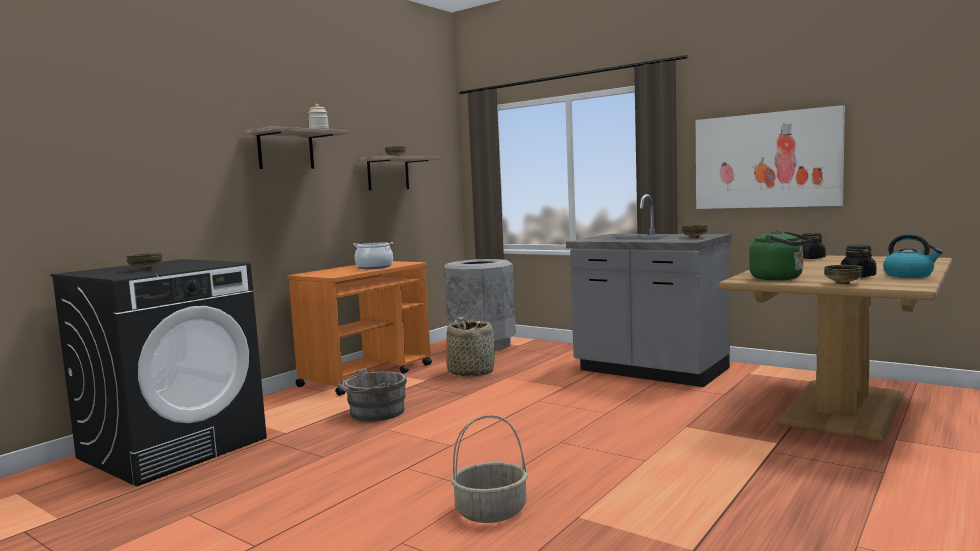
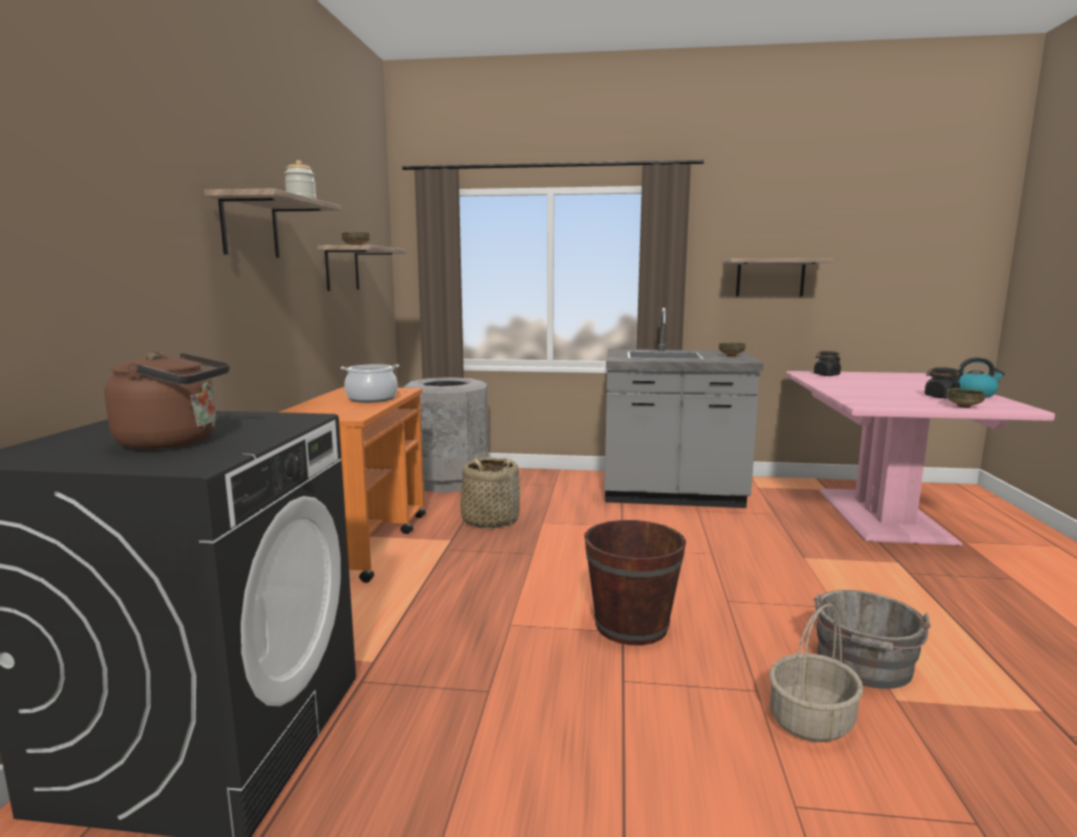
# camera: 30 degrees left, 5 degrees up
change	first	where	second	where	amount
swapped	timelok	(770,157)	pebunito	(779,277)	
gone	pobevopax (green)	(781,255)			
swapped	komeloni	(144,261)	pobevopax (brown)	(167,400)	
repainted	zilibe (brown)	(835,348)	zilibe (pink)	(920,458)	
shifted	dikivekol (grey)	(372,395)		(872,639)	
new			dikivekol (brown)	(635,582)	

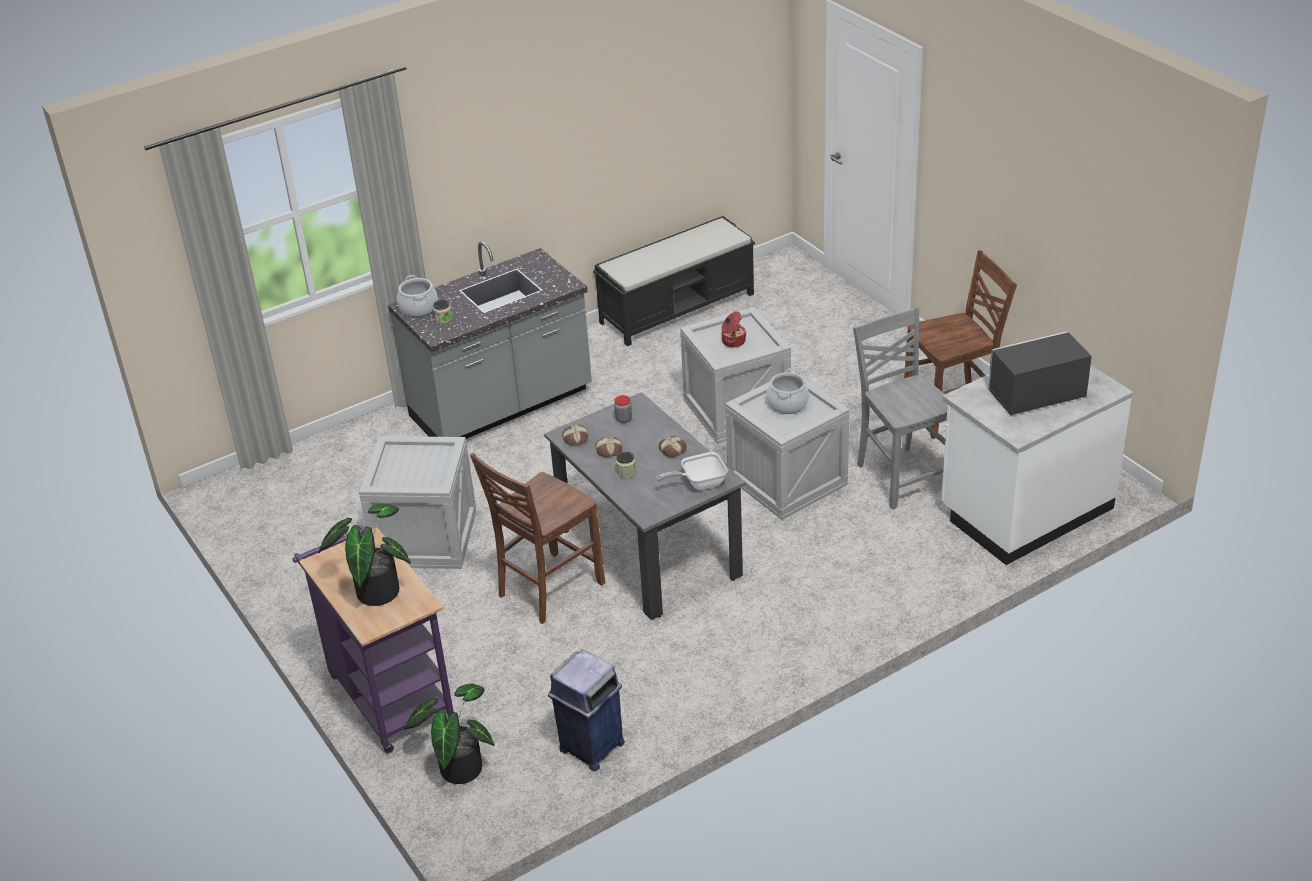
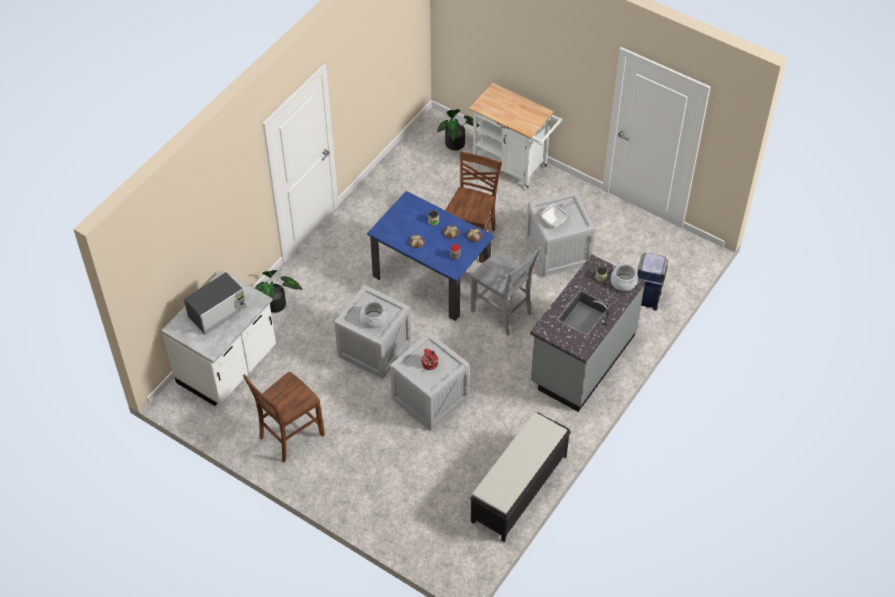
# camera: 155 degrees right, 15 degrees up
change	first	where	second	where	amount
shifted	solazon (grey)	(900,408)		(506,291)	
repainted	zilibe (grey)	(645,506)	zilibe (blue)	(430,256)	
shifted	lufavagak	(692,471)		(558,214)	
shifted	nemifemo	(365,554)		(279,291)	
repainted	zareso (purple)	(373,639)	zareso (white)	(516,136)	
shifted	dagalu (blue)	(586,710)		(652,282)	

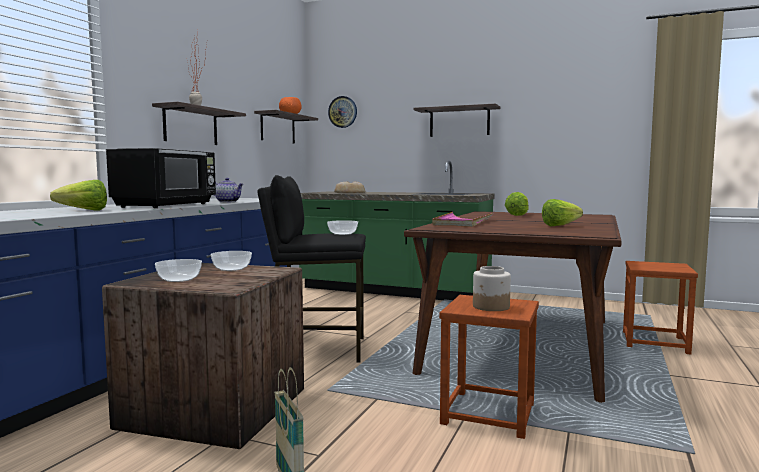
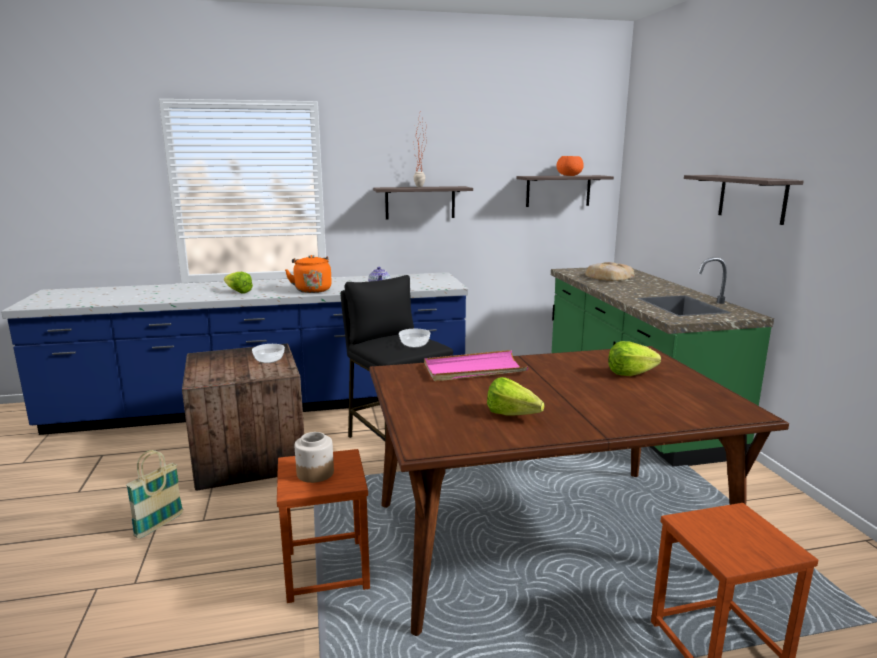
# camera: 55 degrees right, 10 degrees up
change	first	where	second	where	amount
gone	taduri	(342,112)			
swapped	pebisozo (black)	(161,178)	pobevopax (orange)	(308,274)	
gone	komeloni	(178,270)			

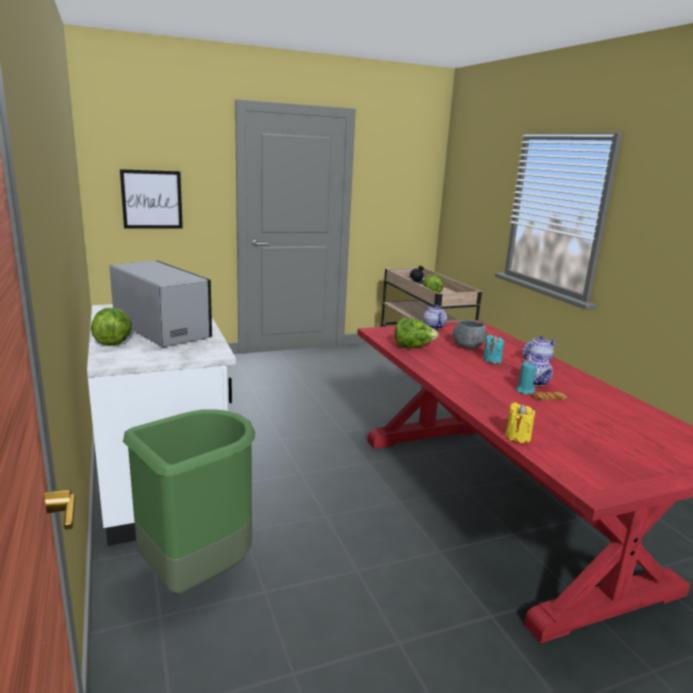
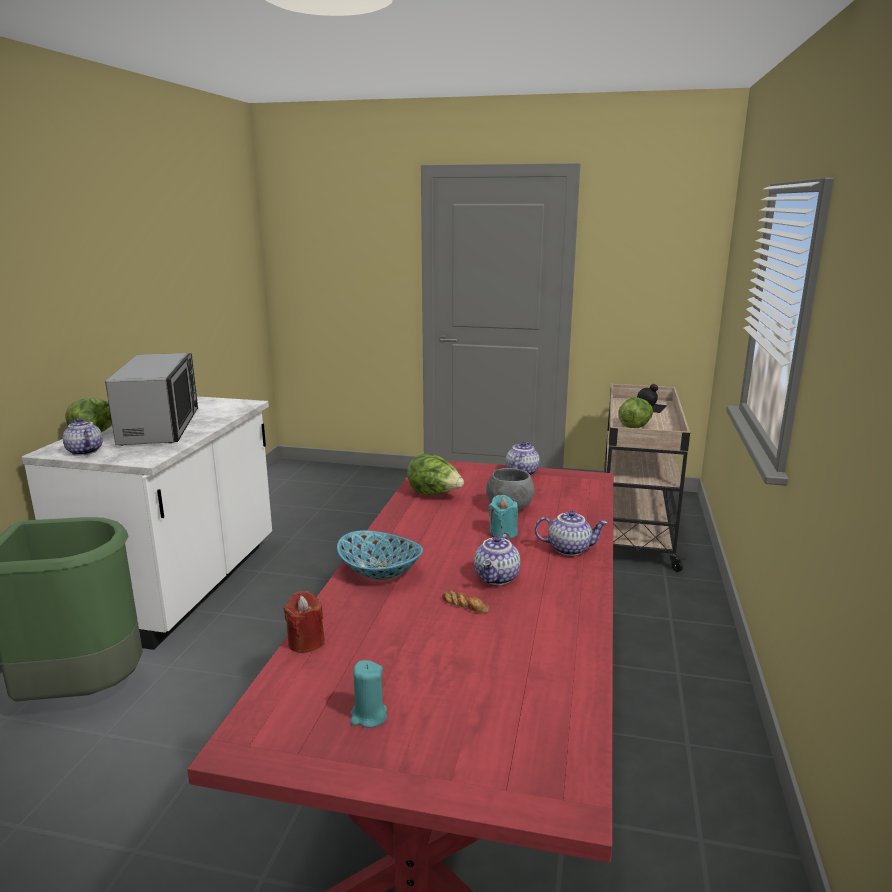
# camera: 35 degrees right, 0 degrees up
change	first	where	second	where	amount
gone	timelok	(151,198)			
shifted	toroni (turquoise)	(526,378)		(368,694)	
repainted	toroni (yellow)	(520,422)	toroni (red)	(304,622)	
new			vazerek	(83,437)	
new			komeloni	(380,555)	

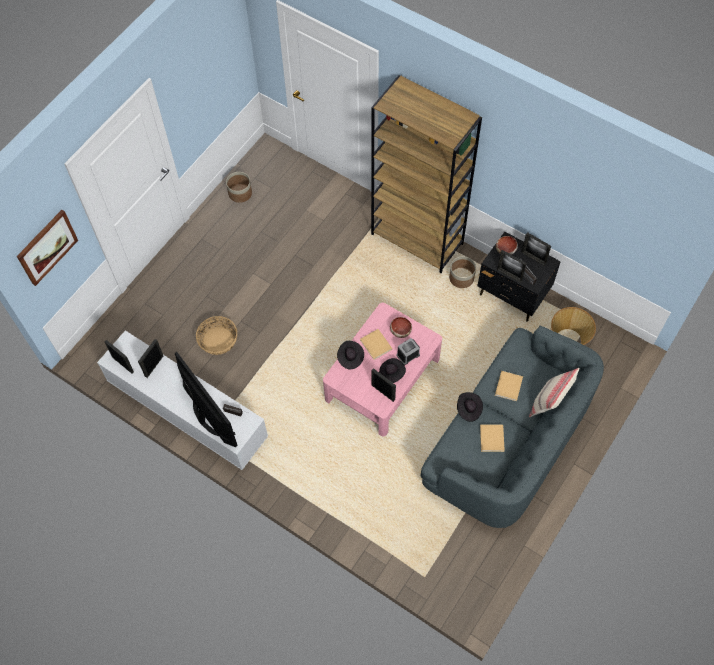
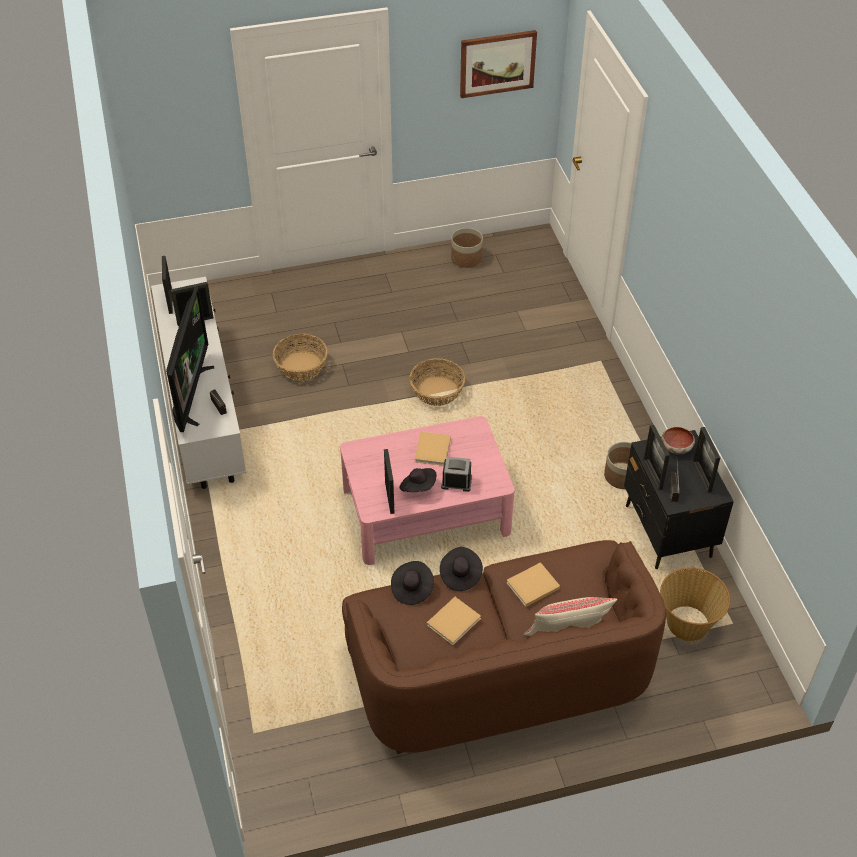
# camera: 40 degrees right, 15 degrees down
change	first	where	second	where	amount
gone	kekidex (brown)	(426,174)			
shifted	timelok	(47,248)		(498,64)	
gone	komeloni	(401,327)			
repainted	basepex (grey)	(512,427)	basepex (brown)	(504,647)	
shifted	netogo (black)	(350,355)		(412,583)	
new			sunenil	(437,382)	

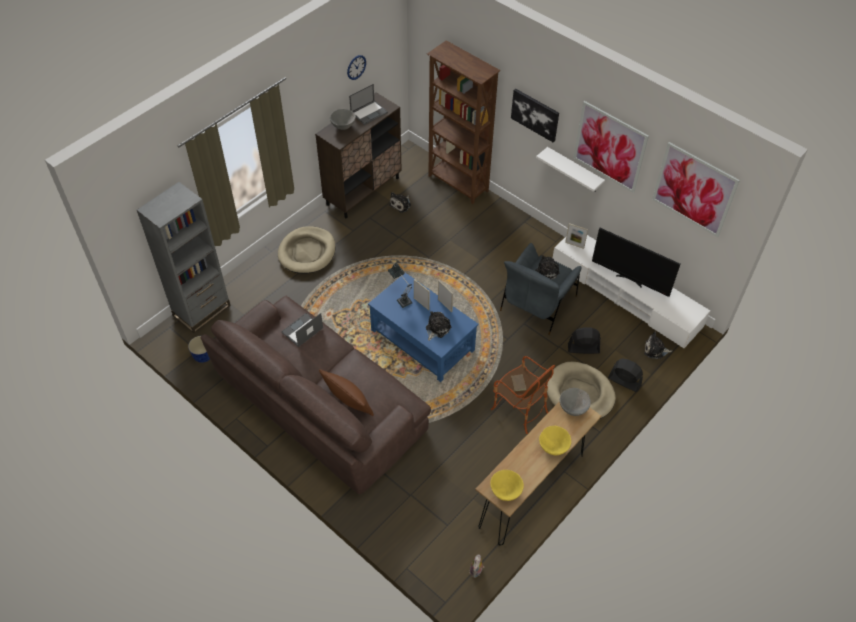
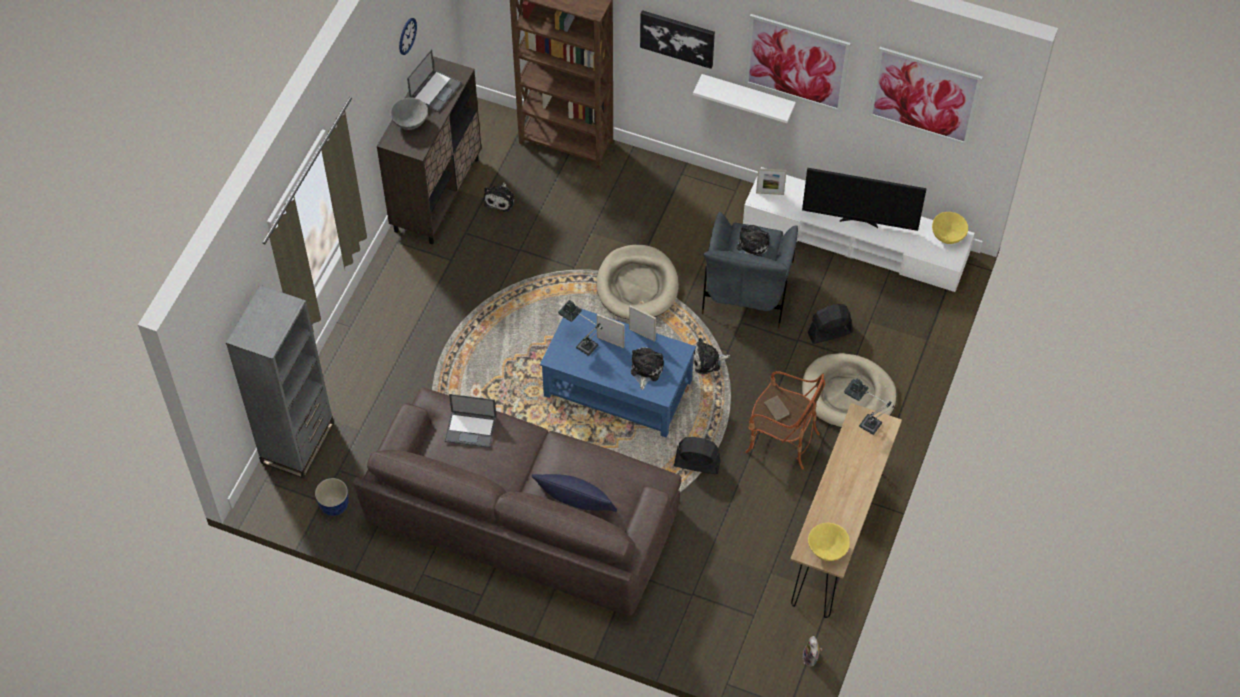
# camera: 20 degrees left, 5 degrees up
change	first	where	second	where	amount
shifted	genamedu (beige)	(307,250)		(638,282)	
rotated	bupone	(302,330)		(471,421)	105 degrees counterclockwise
shifted	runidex	(658,345)		(711,356)	
shifted	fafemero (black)	(625,375)		(697,455)	
repainted	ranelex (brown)	(346,392)	ranelex (blue)	(574,493)	
swapped	komeloni (grey)	(575,402)	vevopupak	(869,407)	
shifted	komeloni (yellow)	(555,440)		(950,228)	

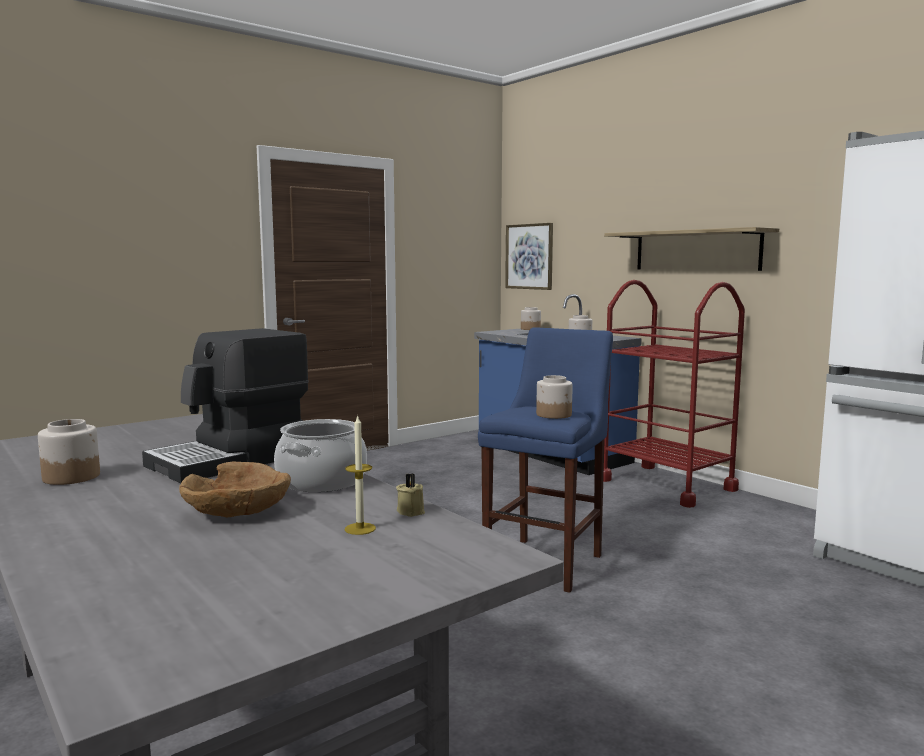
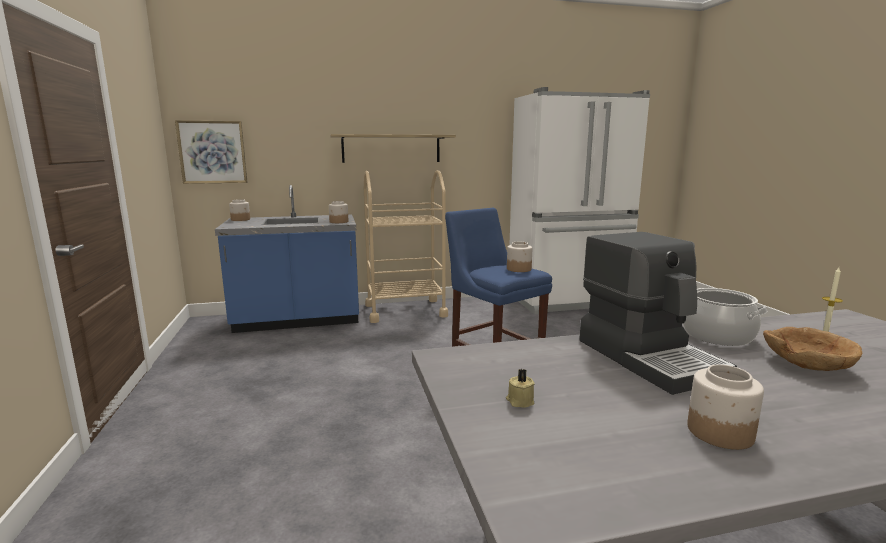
# camera: 65 degrees left, 5 degrees up
change	first	where	second	where	amount
repainted	zareso (red)	(674,394)	zareso (beige)	(406,246)	
shifted	toroni (beige)	(410,495)		(520,388)	

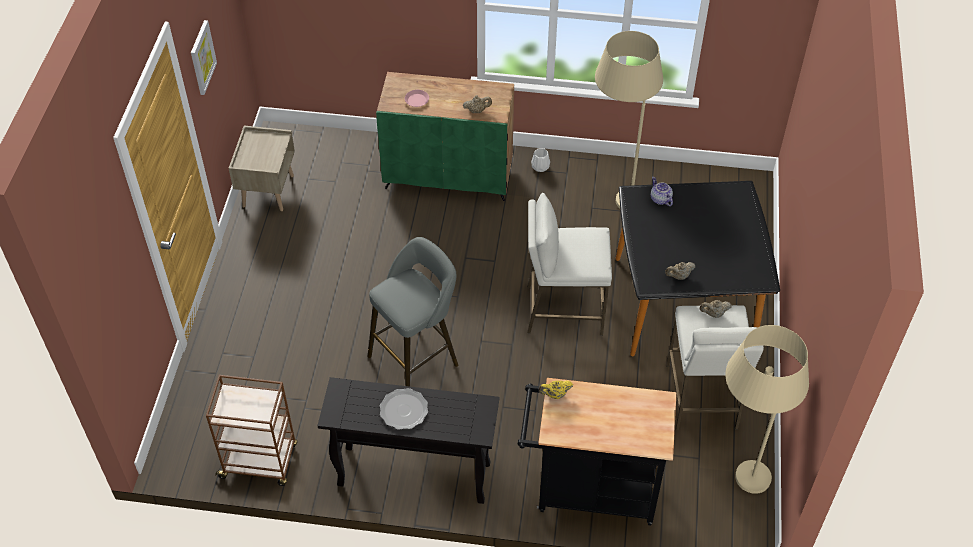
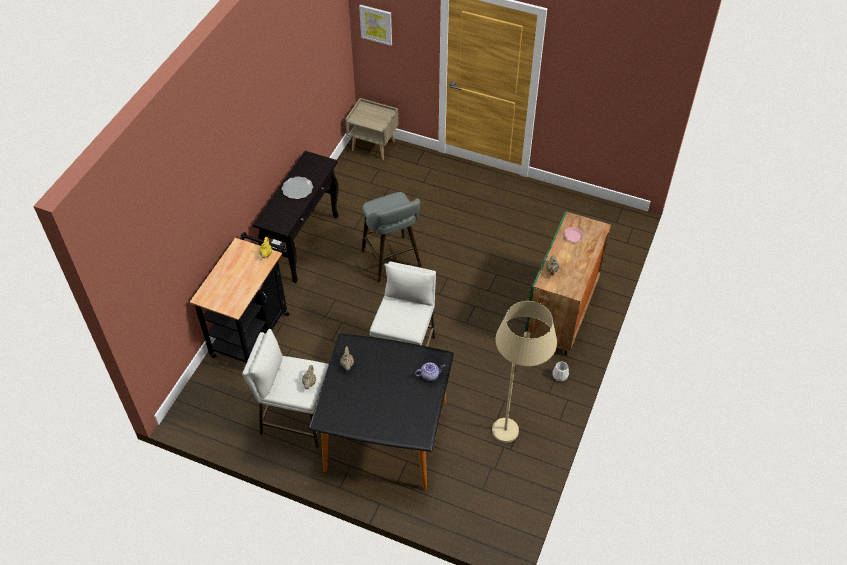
# camera: 105 degrees right, 0 degrees up
change	first	where	second	where	amount
shifted	timelok	(204,57)		(375,25)	
shifted	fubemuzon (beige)	(262,168)		(372,129)	
gone	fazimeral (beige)	(767,409)			
gone	zareso (brown)	(251,430)			

